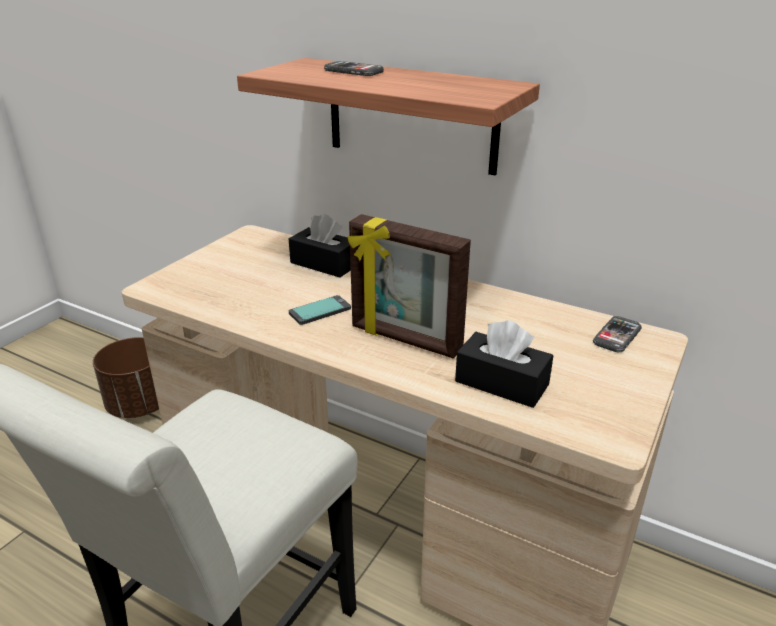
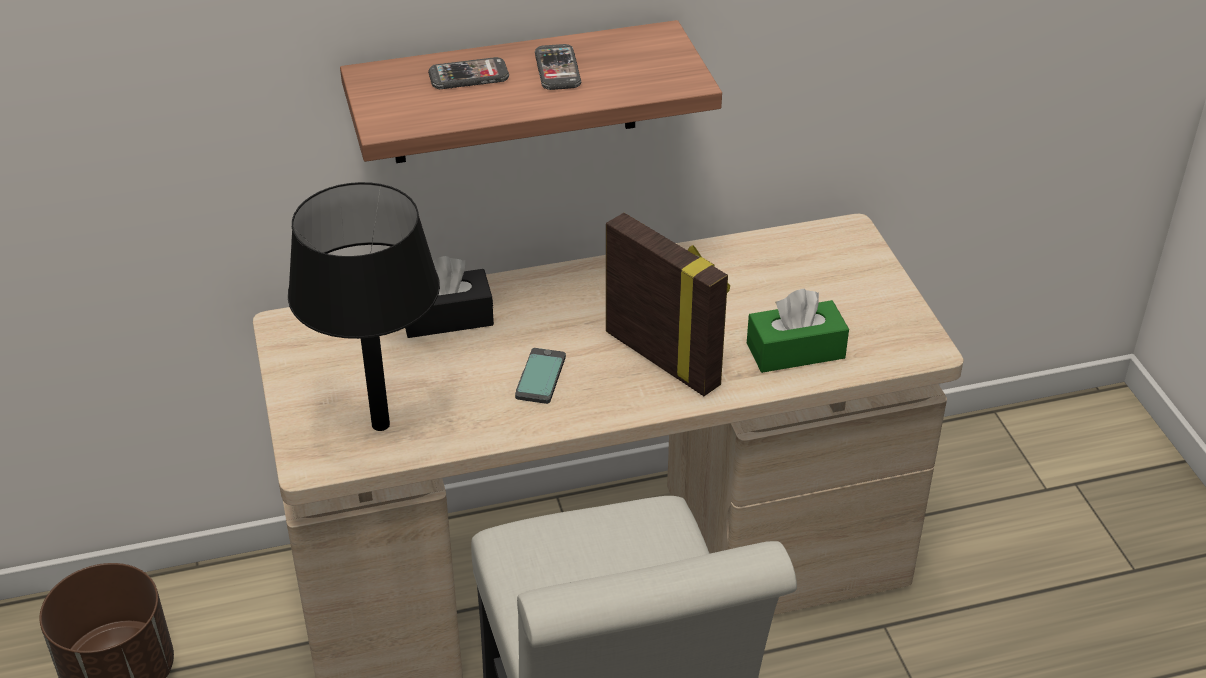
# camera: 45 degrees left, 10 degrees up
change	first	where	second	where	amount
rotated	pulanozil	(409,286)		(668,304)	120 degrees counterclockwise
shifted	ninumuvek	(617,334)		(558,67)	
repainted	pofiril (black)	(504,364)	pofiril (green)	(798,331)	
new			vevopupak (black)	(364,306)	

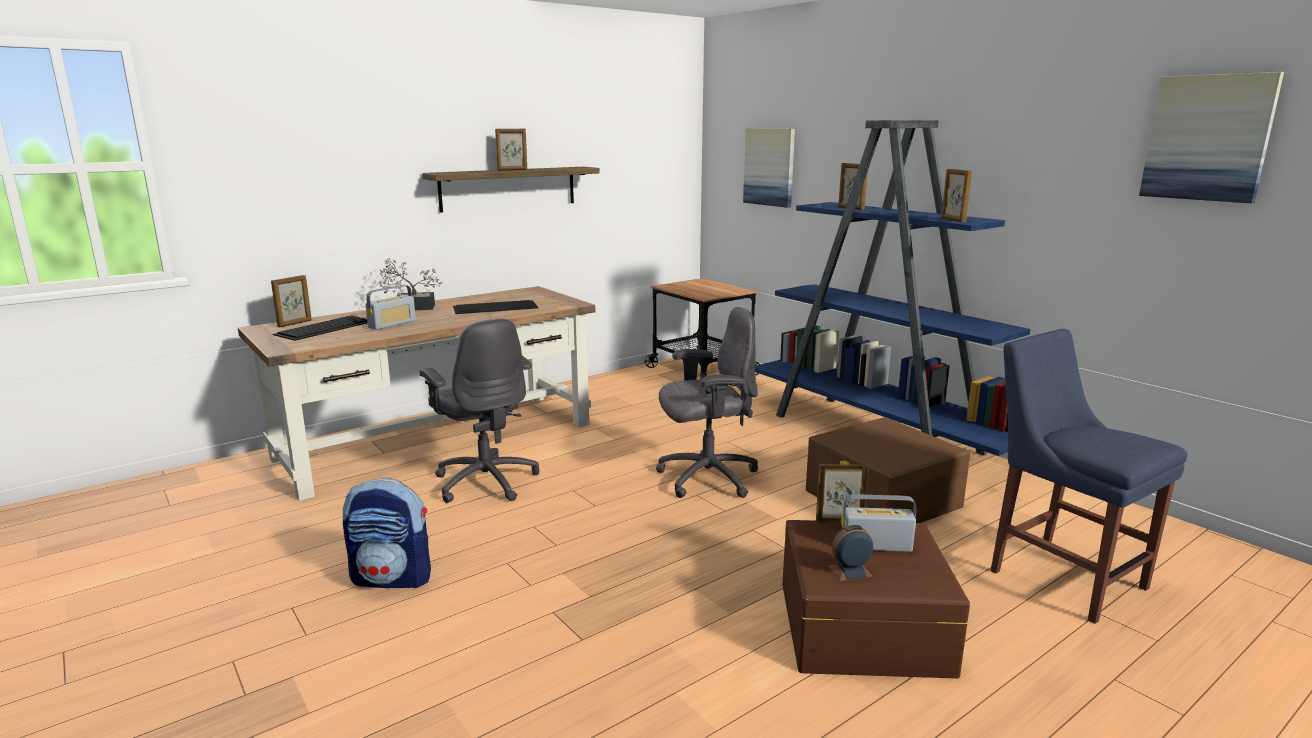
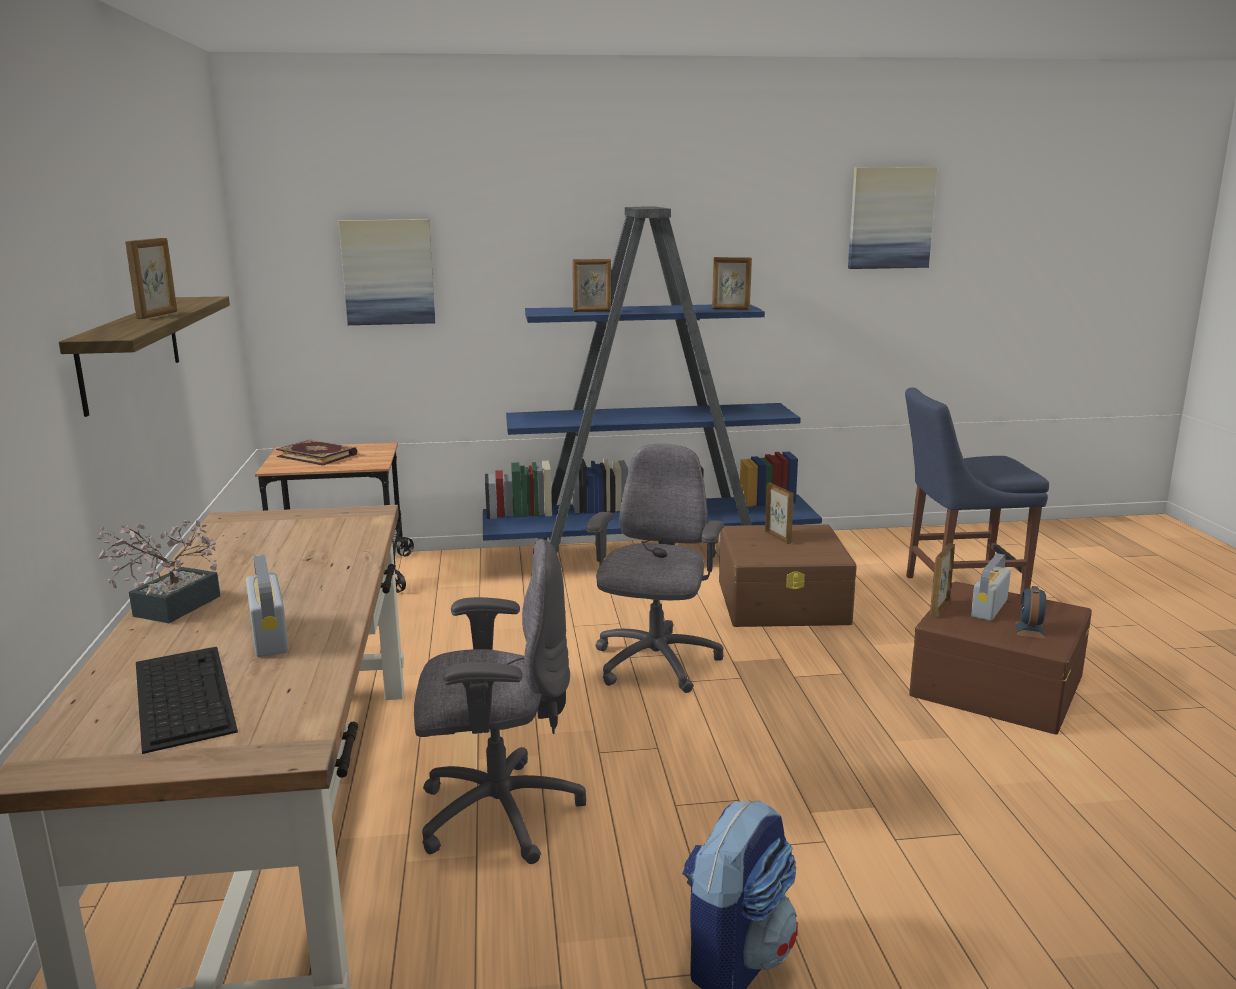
# camera: 60 degrees left, 0 degrees up
change	first	where	second	where	amount
shifted	pulanozil	(291,301)		(779,513)	
gone	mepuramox	(495,307)			
new			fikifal	(316,453)	

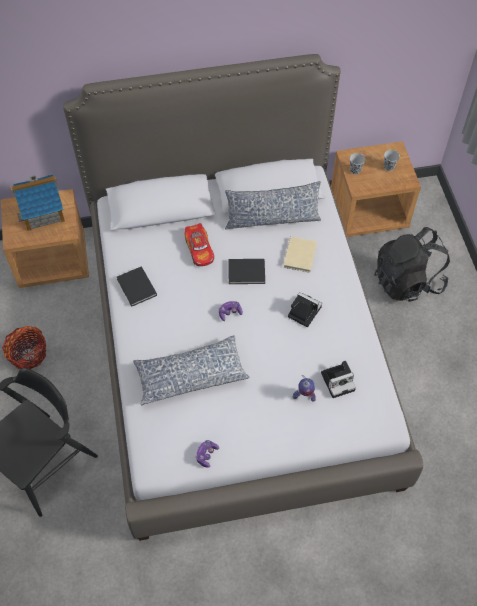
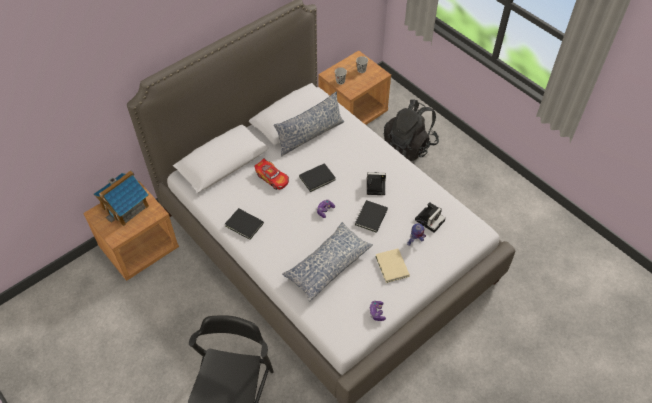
# camera: 30 degrees left, 5 degrees down
change	first	where	second	where	amount
shifted	fikifal (beige)	(300,255)		(392,266)	
gone	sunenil	(24,347)			
new			fikifal (black)	(371,216)	

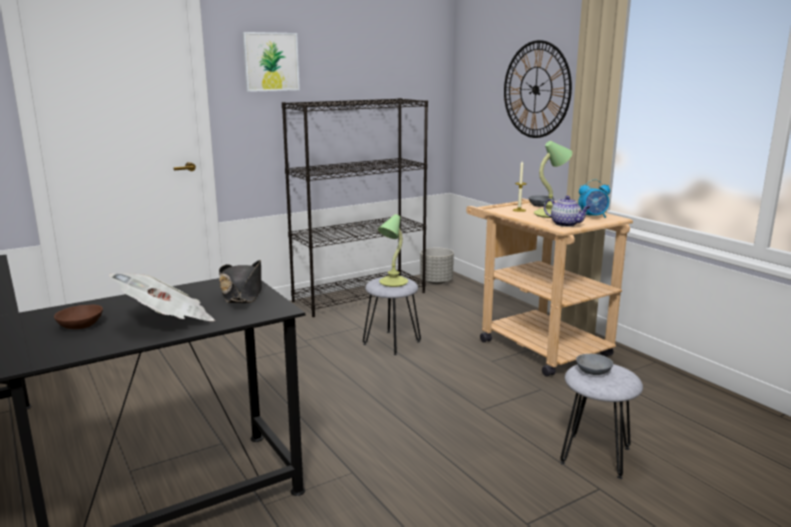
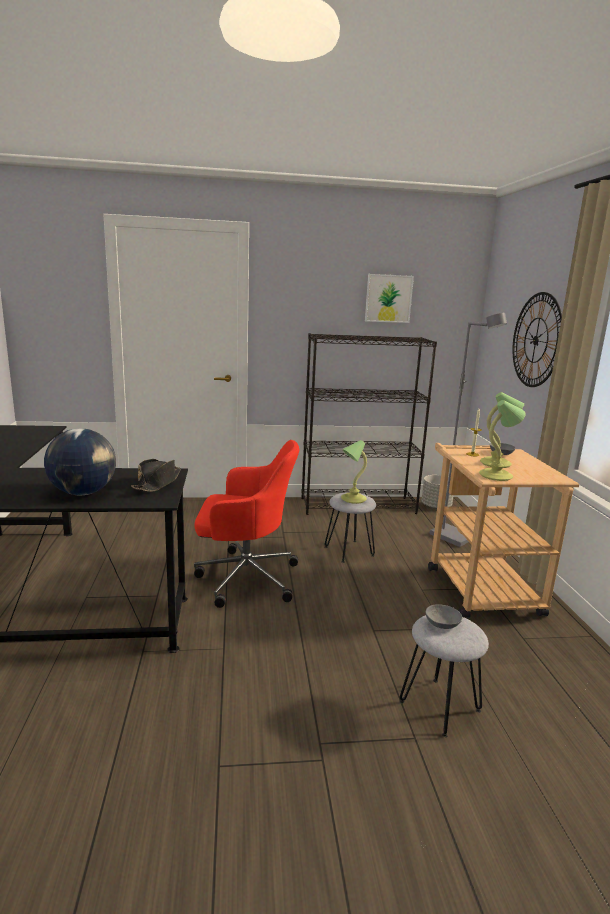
# camera: 25 degrees right, 0 degrees up
change	first	where	second	where	amount
shifted	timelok	(271,62)		(389,298)	
gone	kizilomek	(594,198)			
swapped	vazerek	(567,211)	vevopupak	(502,440)	
swapped	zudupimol	(162,297)	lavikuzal	(80,461)	
gone	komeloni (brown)	(78,317)			
new			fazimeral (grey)	(468,430)	
new			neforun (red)	(246,524)	

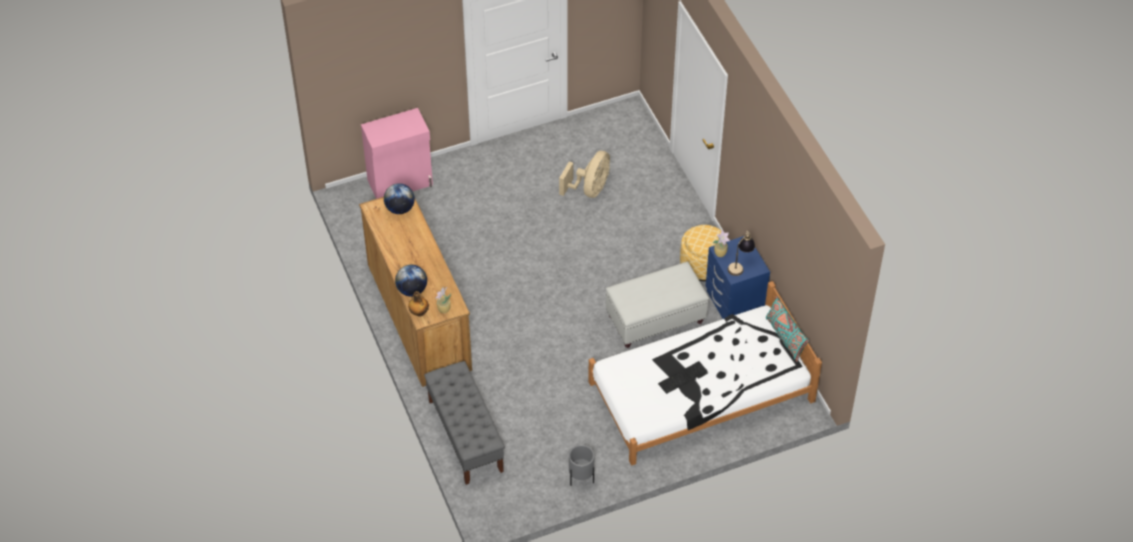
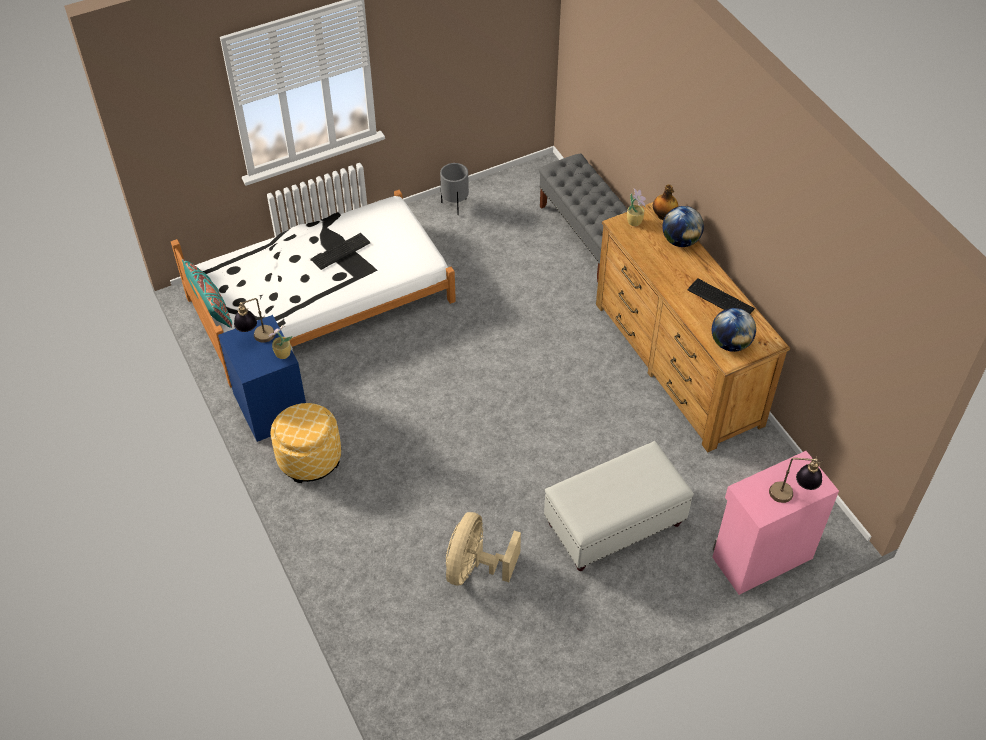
# camera: 175 degrees right, 0 degrees up
change	first	where	second	where	amount
shifted	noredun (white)	(657,304)		(619,506)	
new			mepuramox	(721,296)	
new			vevopupak	(796,479)	

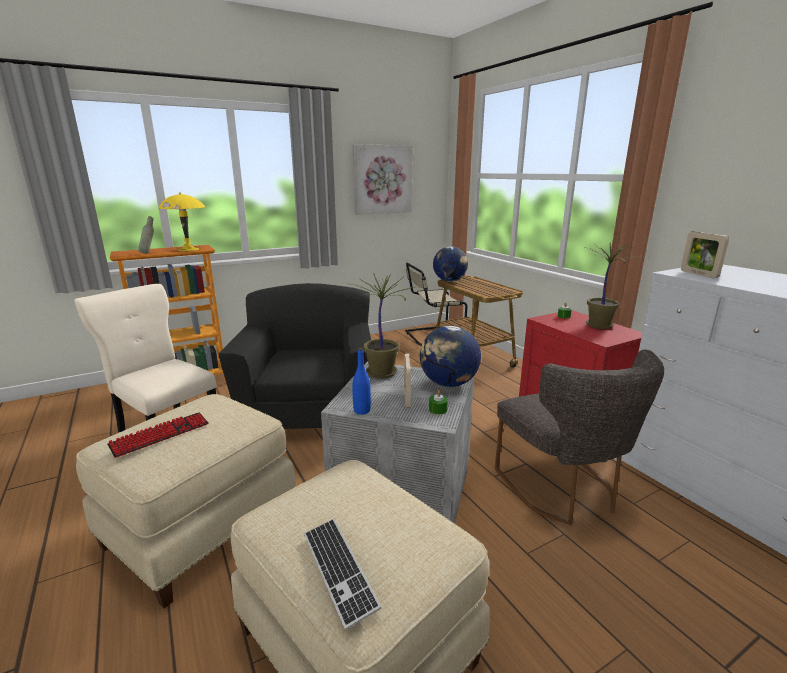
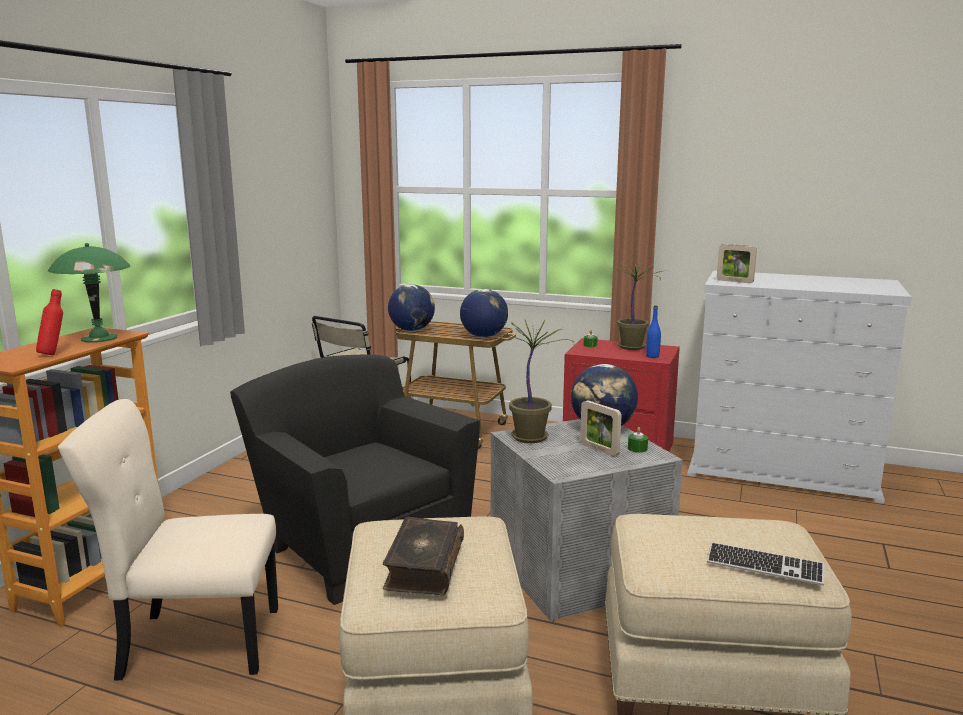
# camera: 40 degrees left, 5 degrees down
change	first	where	second	where	amount
gone	timelok	(383,179)			
repainted	vevopupak (yellow)	(181,221)	vevopupak (green)	(89,293)	
repainted	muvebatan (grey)	(146,235)	muvebatan (red)	(49,322)	
shifted	muvebatan (blue)	(361,381)		(653,331)	
gone	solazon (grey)	(579,437)			
swapped	mepuramox	(158,435)	fikifal	(423,556)	
new			lavikuzal	(484,313)	

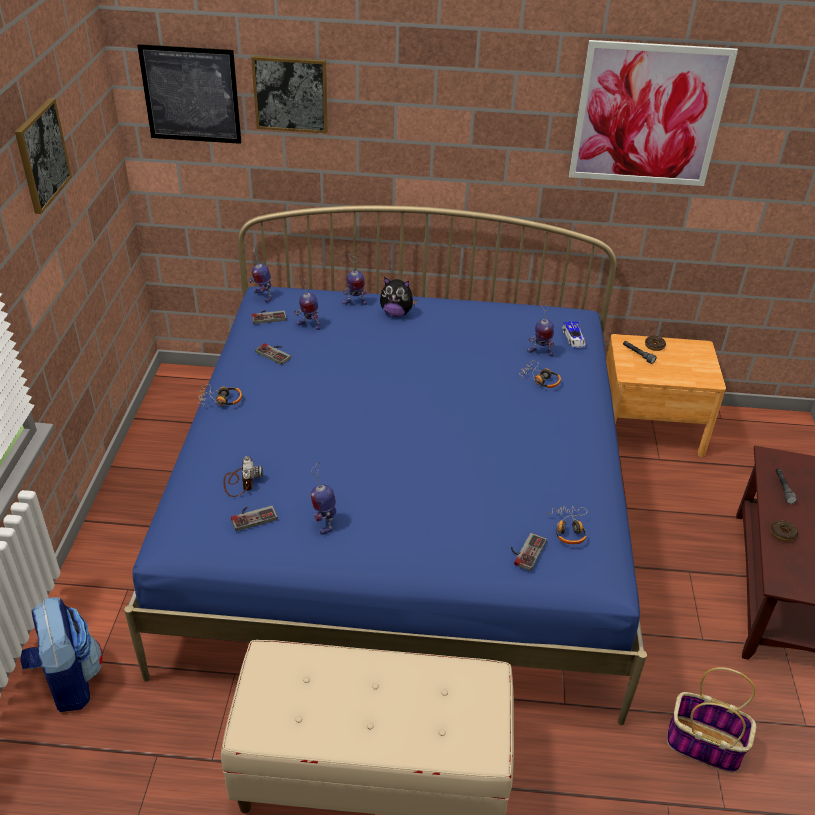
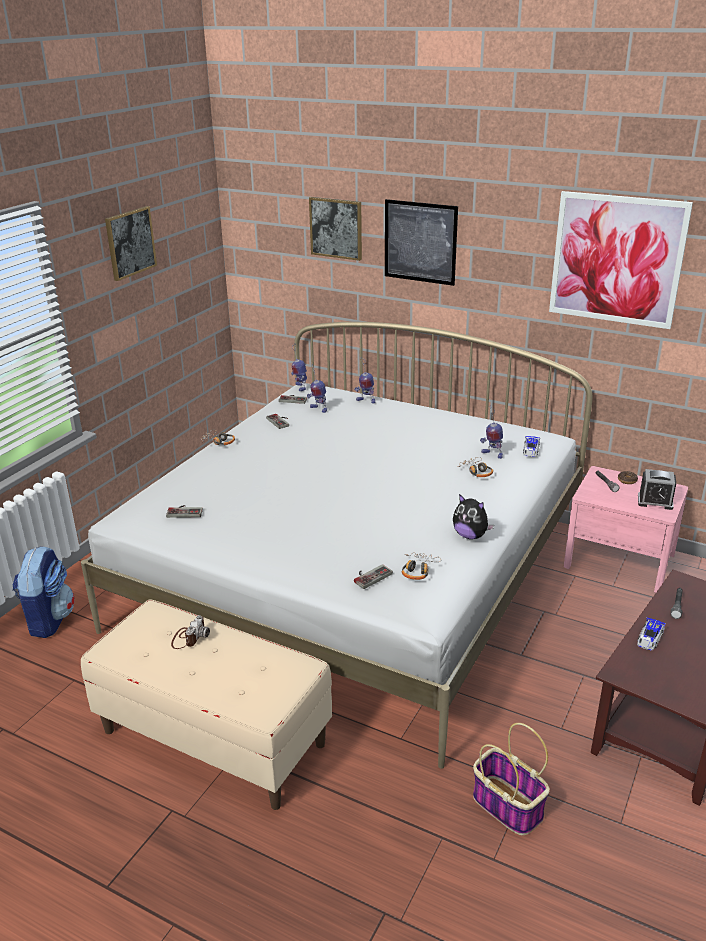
# camera: 25 degrees right, 10 degrees down
change	first	where	second	where	amount
shifted	timelok	(189,94)		(421,242)	
repainted	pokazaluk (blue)	(385,465)	pokazaluk (white)	(337,545)	
shifted	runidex	(399,297)		(473,516)	
repainted	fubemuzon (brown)	(666,395)	fubemuzon (pink)	(626,529)	
shifted	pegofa	(243,476)		(190,632)	
gone	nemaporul	(324,498)			
swapped	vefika	(784,531)	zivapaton	(651,634)	
new			kizilomek	(657,489)	

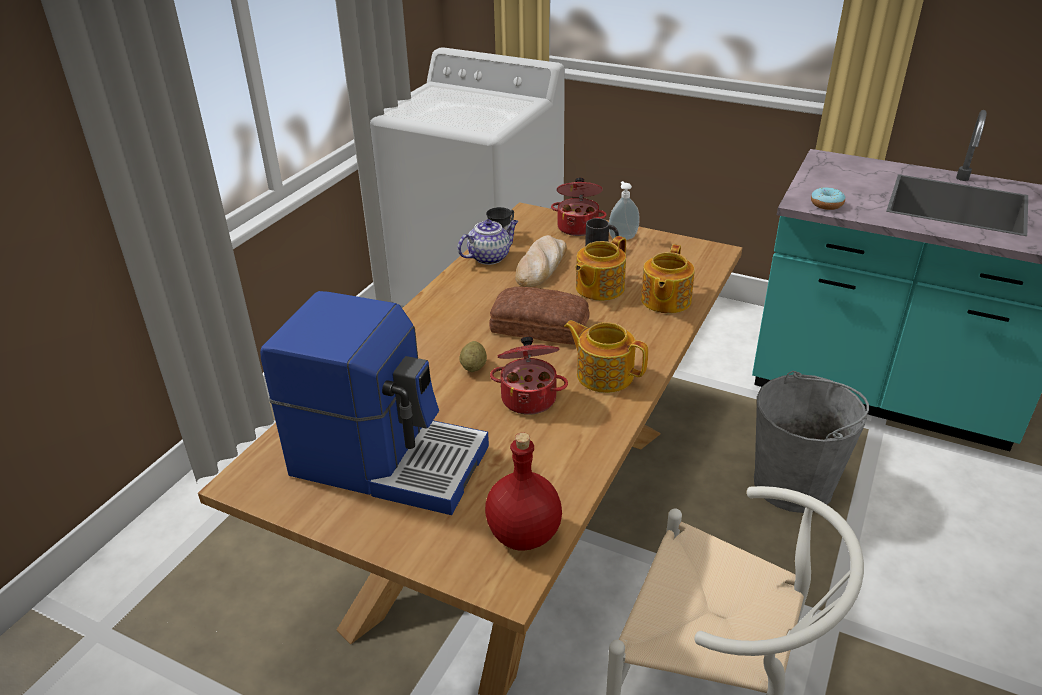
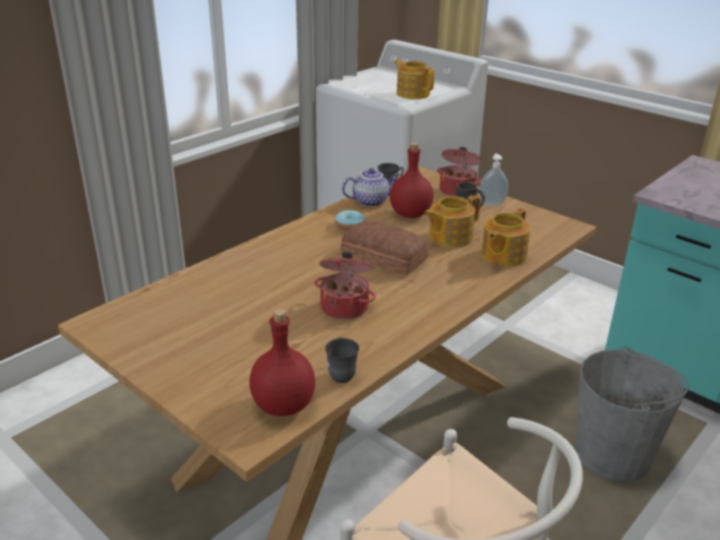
# camera: 15 degrees right, 5 degrees down
change	first	where	second	where	amount
shifted	vefika	(828,198)		(350,220)	
swapped	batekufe	(541,261)	muvebatan (red)	(412,180)	
gone	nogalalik	(374,403)			
shifted	vazerek	(606,356)		(414,79)	
gone	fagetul	(473,356)			
new			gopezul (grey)	(342,360)	

